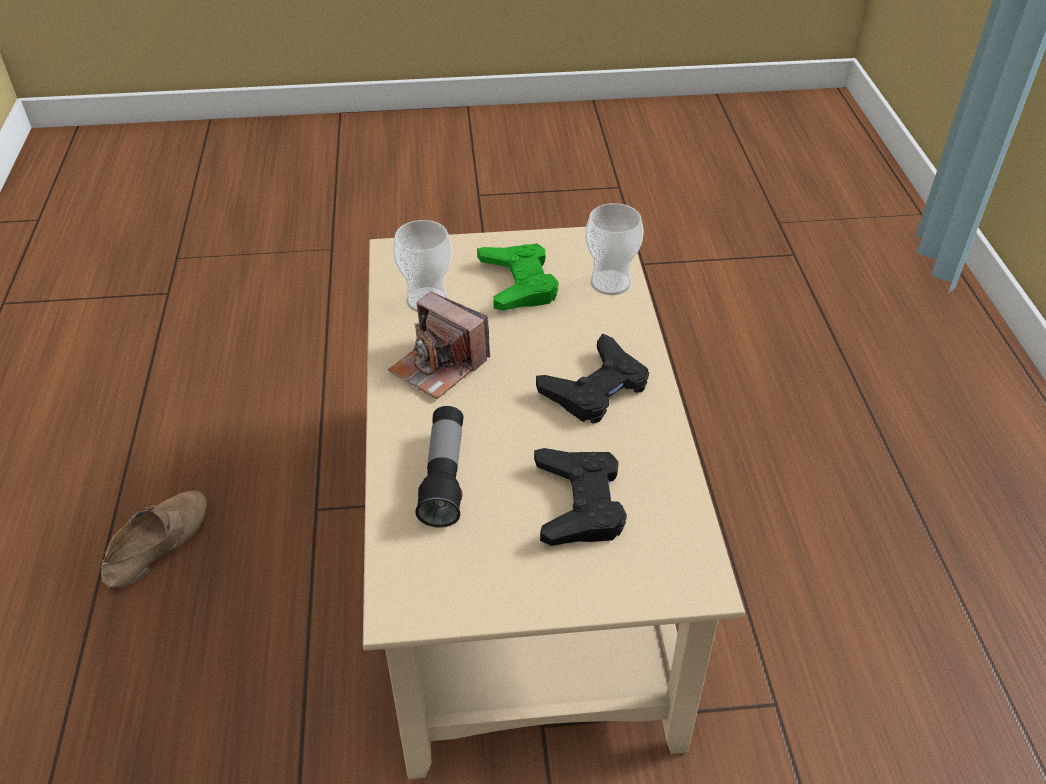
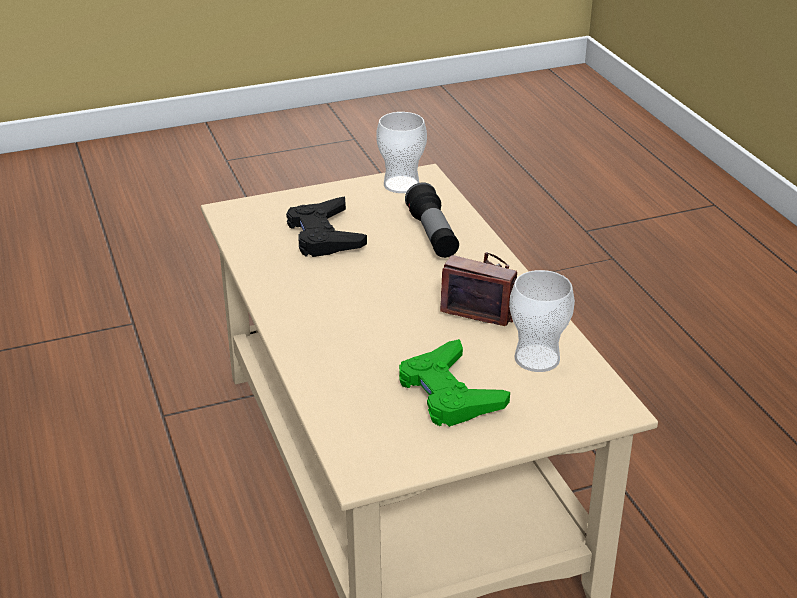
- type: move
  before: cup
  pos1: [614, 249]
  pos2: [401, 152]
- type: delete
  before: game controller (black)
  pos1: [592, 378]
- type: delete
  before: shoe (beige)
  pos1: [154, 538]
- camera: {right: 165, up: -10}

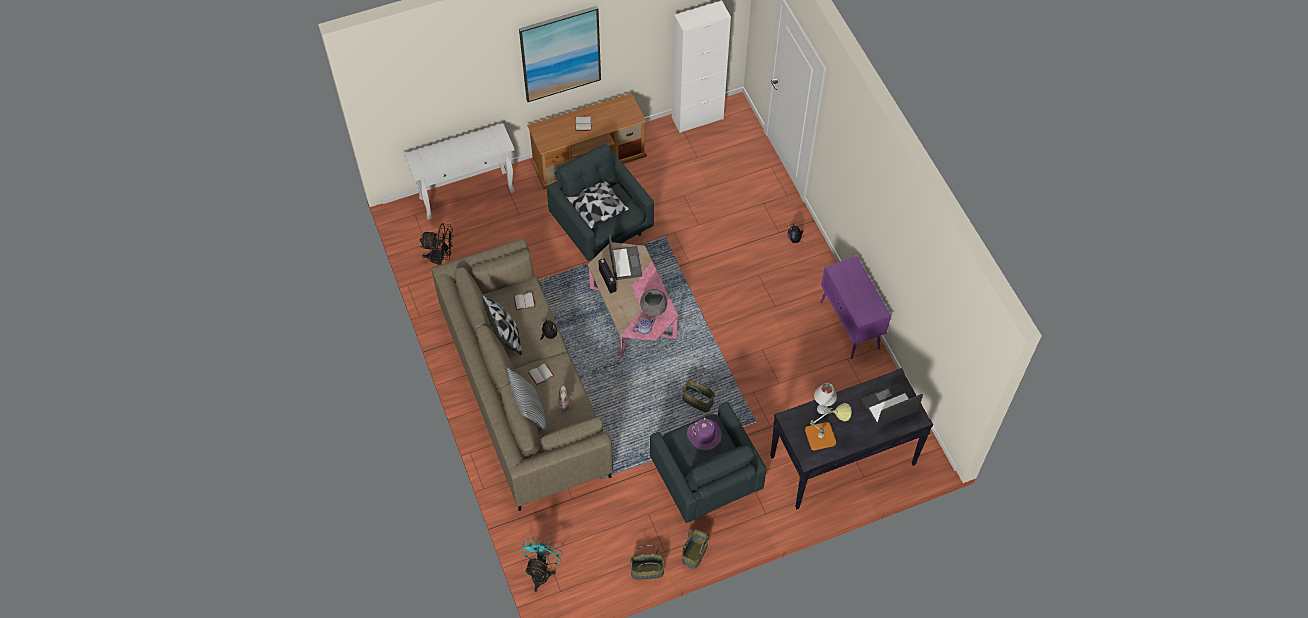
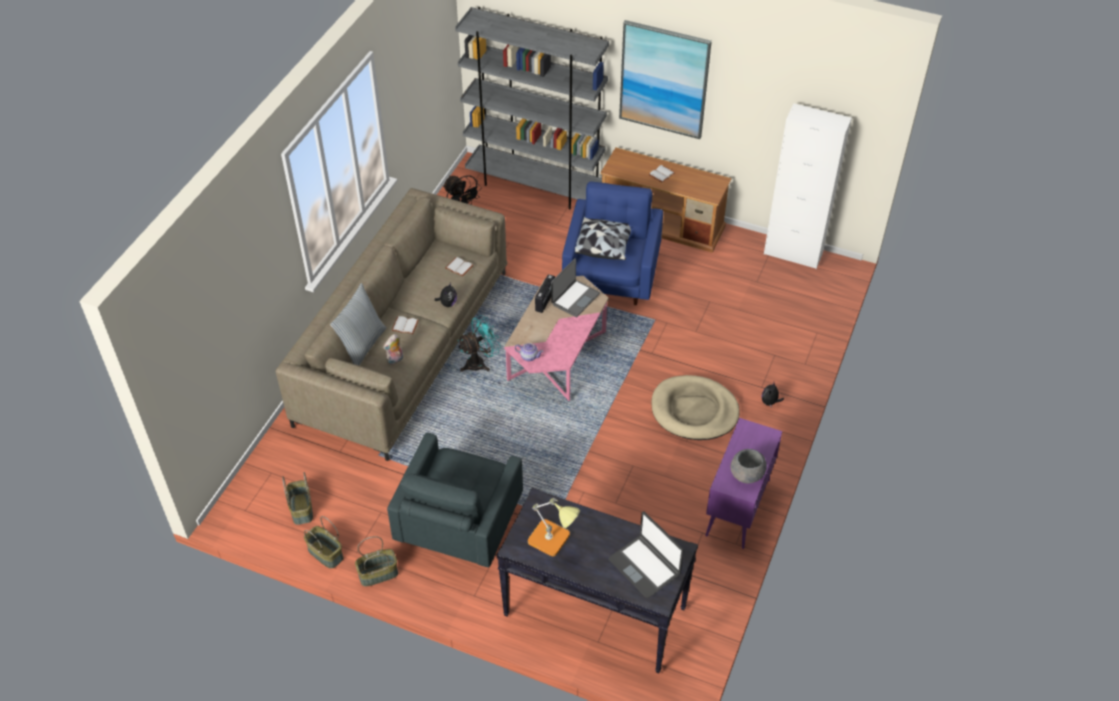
- type: replace
  before: console table (white)
  after: bookcase (grey)
  pos1: [459, 171]
  pos2: [532, 108]
- type: recolor
  before: armchair (grey)
  after: armchair (blue)
  pos1: [600, 202]
  pos2: [612, 243]
- type: move
  before: bowl (grey)
  pos1: [653, 303]
  pos2: [749, 466]
- type: delete
  before: pillow
  pos1: [502, 325]
- type: move
  before: basket
  pos1: [698, 392]
  pos2: [297, 498]
- type: delete
  before: table lamp (white)
  pos1: [825, 398]
- type: rotate
  before: laptop
  pos1: [892, 405]
  pos2: [646, 555]
  turn: -150
- type: delete
  before: hat (purple)
  pos1: [704, 433]
- type: move
  before: fan (turquoise)
  pos1: [542, 565]
  pos2: [479, 343]
- type: insert
  after: dog bed (beige)
  pos2: [695, 407]
- camera: {right: 45, up: -10}

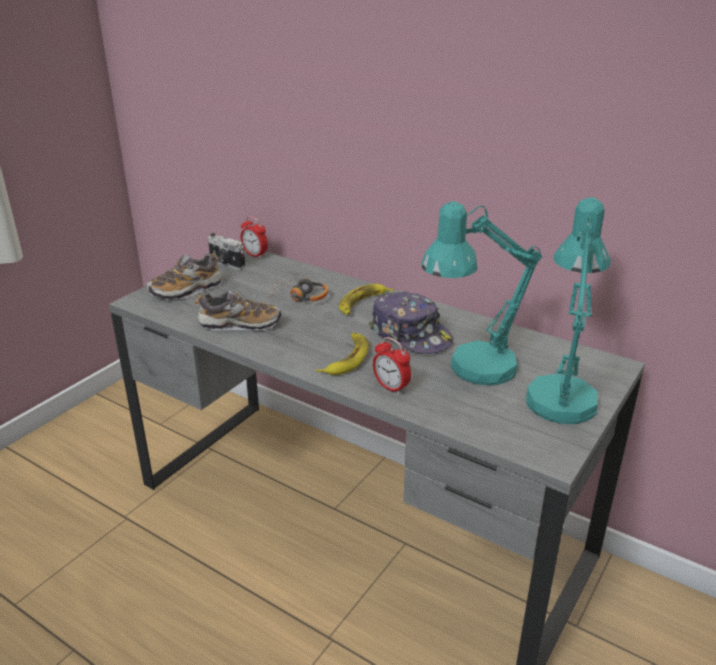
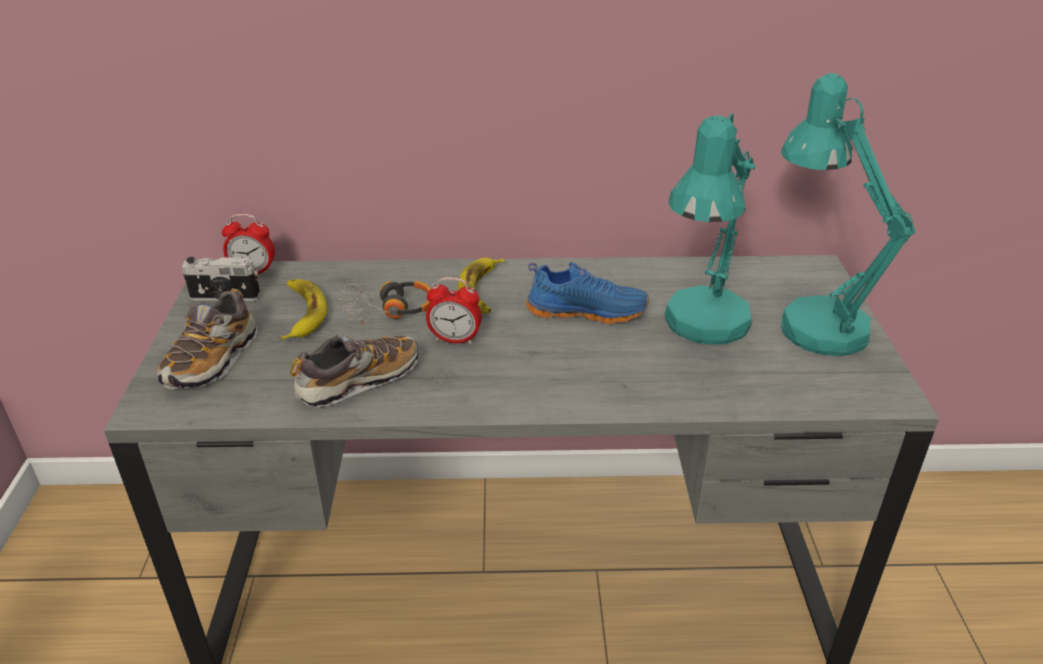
- type: replace
  before: cap
  after: shoe (blue)
  pos1: [411, 322]
  pos2: [587, 293]
- type: move
  before: banana
  pos1: [343, 354]
  pos2: [304, 309]
- type: move
  before: alarm clock
  pos1: [392, 366]
  pos2: [454, 310]
- camera: {right: -35, up: 5}

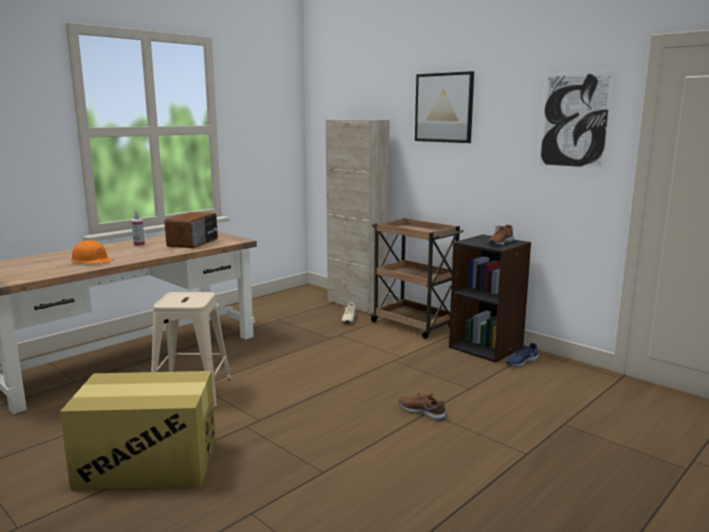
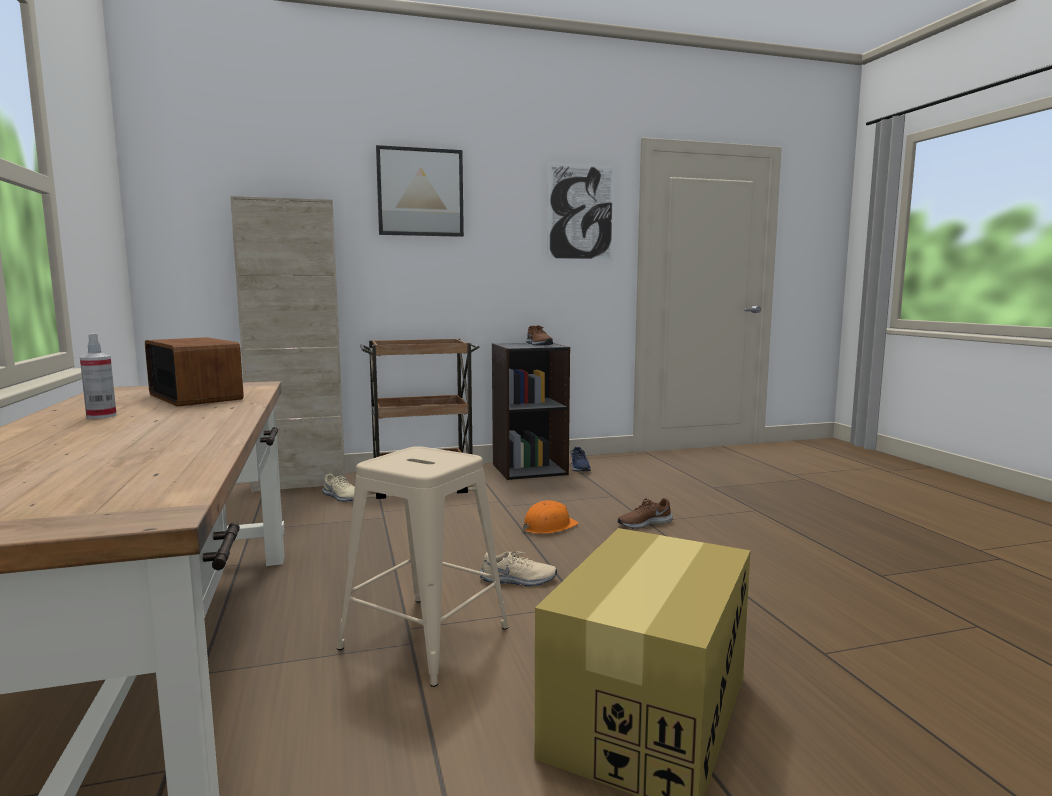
- type: move
  before: hard hat (orange)
  pos1: [92, 252]
  pos2: [550, 517]
- type: insert
  after: shoe (beige)
  pos2: [518, 568]
- camera: {right: -60, up: -5}

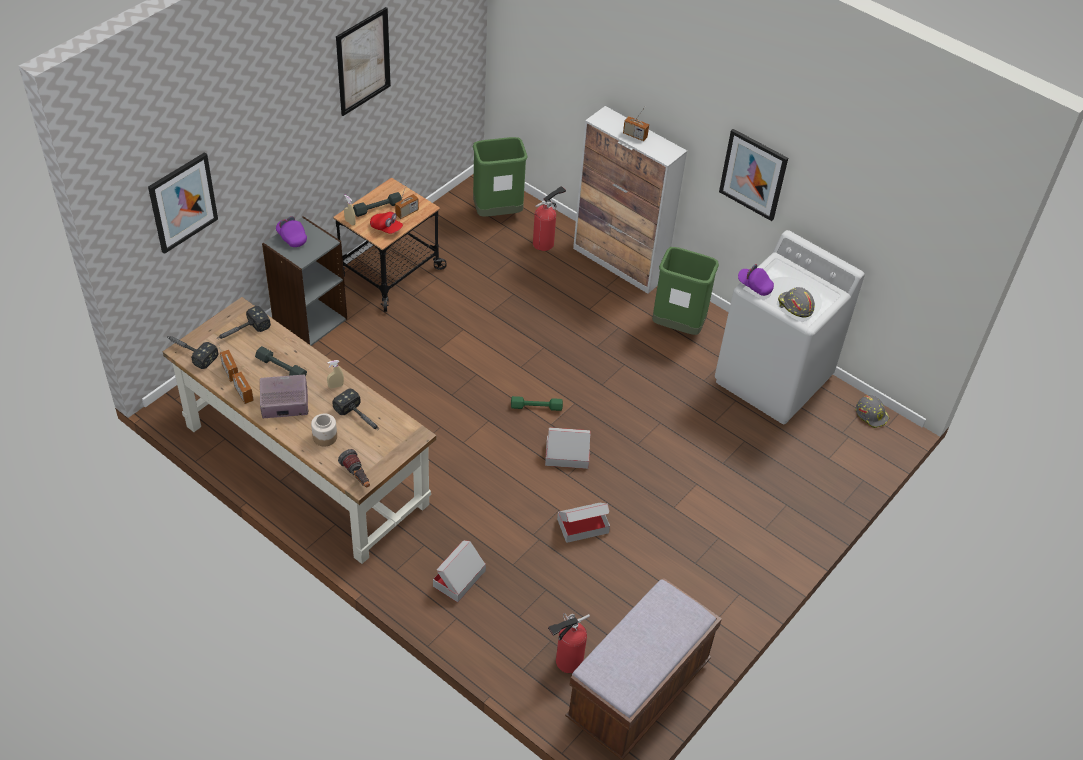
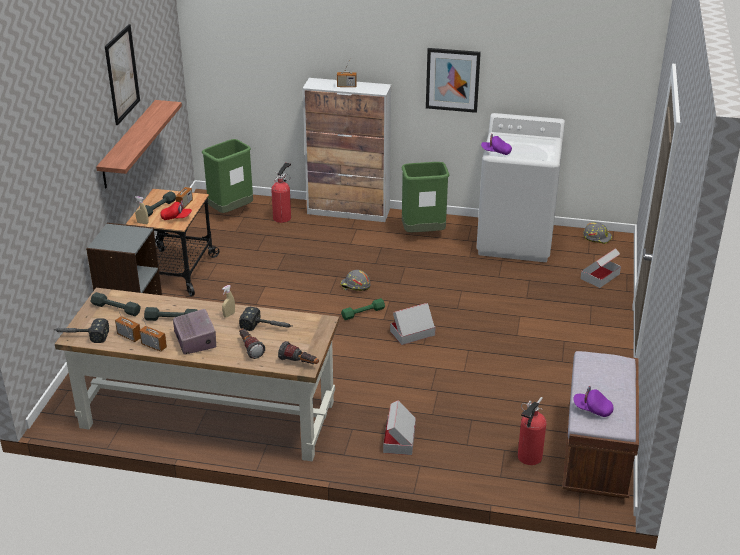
- type: delete
  before: picture
  pos1: [183, 203]
- type: move
  before: cap (purple)
  pos1: [291, 231]
  pos2: [594, 401]
- type: move
  before: hard hat (grey)
  pos1: [796, 302]
  pos2: [356, 280]
- type: replace
  before: hammer
  after: dumbbell (grey)
  pos1: [245, 322]
  pos2: [116, 304]
- type: rotate
  before: radio
  pos1: [284, 396]
  pos2: [194, 332]
  turn: 105
- type: replace
  before: jar
  after: flashlight
  pos1: [324, 429]
  pos2: [252, 343]
- type: move
  before: cardboard box
  pos1: [583, 522]
  pos2: [600, 268]
- type: insert
  after: shelf
  pos2: [139, 144]
- camera: {right: -25, up: -15}

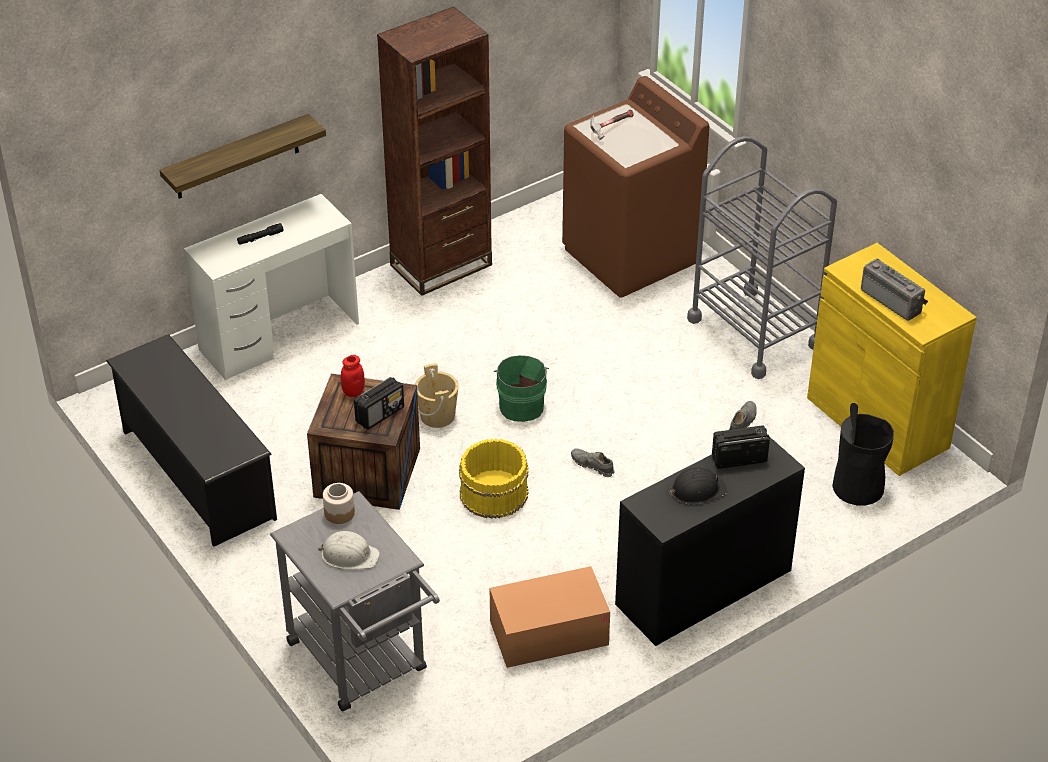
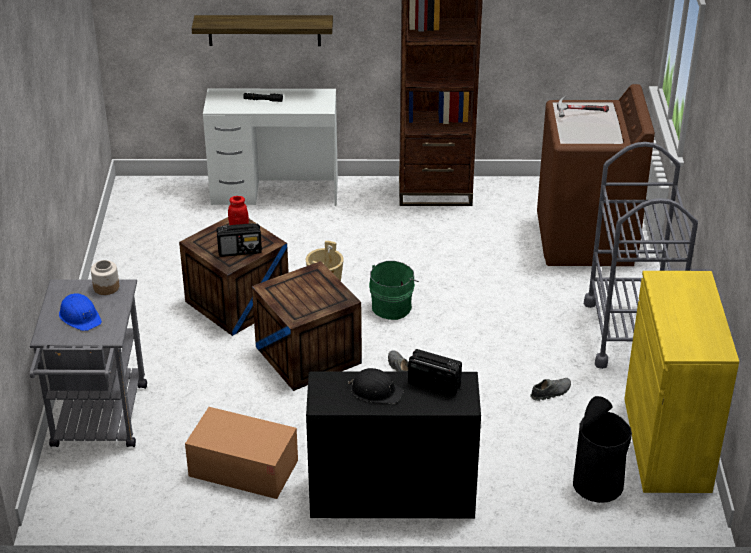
- type: delete
  before: radio
  pos1: [894, 290]
- type: delete
  before: shoe rack (black)
  pos1: [191, 440]
- type: replace
  before: bucket (yellow)
  after: crate
  pos1: [494, 479]
  pos2: [307, 326]
- type: recolor
  before: hard hat (white)
  after: hard hat (blue)
  pos1: [349, 550]
  pos2: [80, 312]
- camera: {right: 35, up: -5}

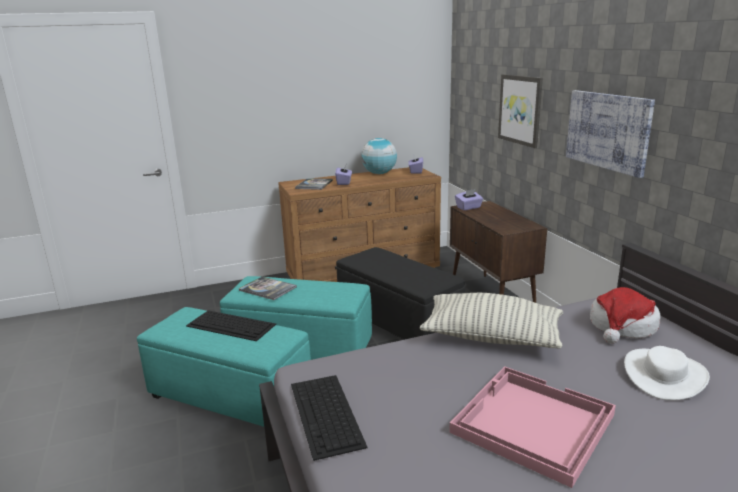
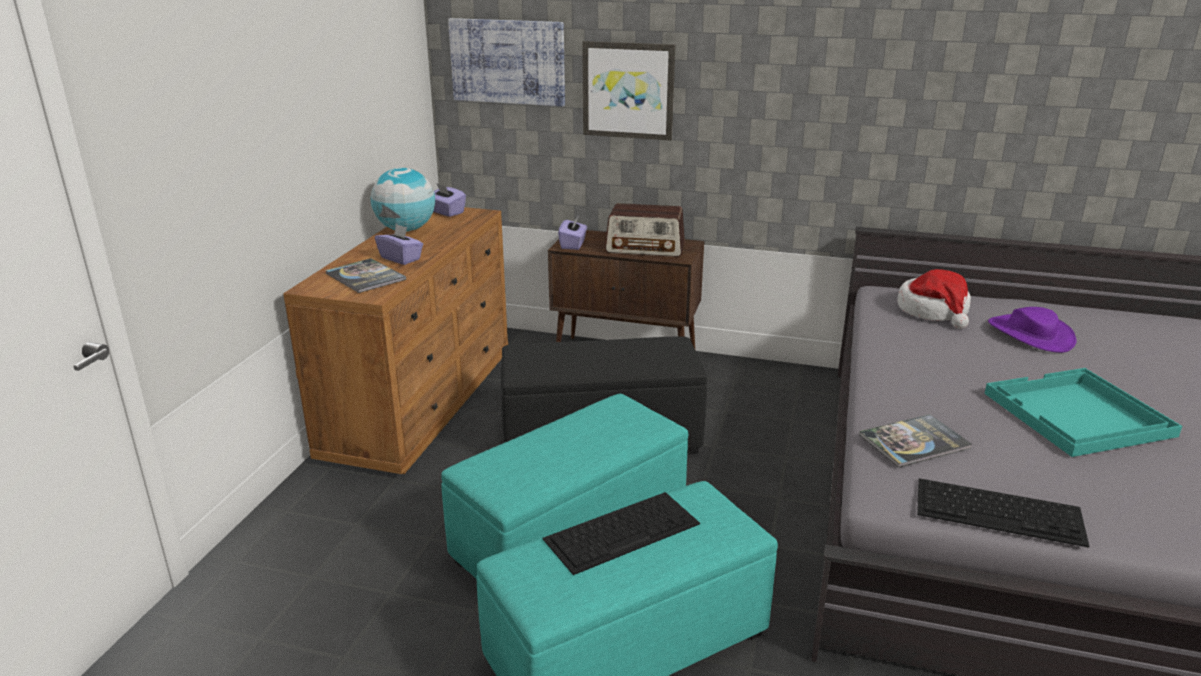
- type: move
  before: picture
  pos1: [610, 134]
  pos2: [506, 62]
- type: move
  before: book
  pos1: [268, 288]
  pos2: [916, 441]
- type: delete
  before: pillow
  pos1: [492, 321]
- type: recolor
  before: hat (white)
  after: hat (purple)
  pos1: [667, 373]
  pos2: [1032, 330]
- type: recolor
  before: tray (pink)
  after: tray (turquoise)
  pos1: [532, 427]
  pos2: [1083, 412]
- type: insert
  after: radio
  pos2: [645, 230]
- camera: {right: -55, up: 5}

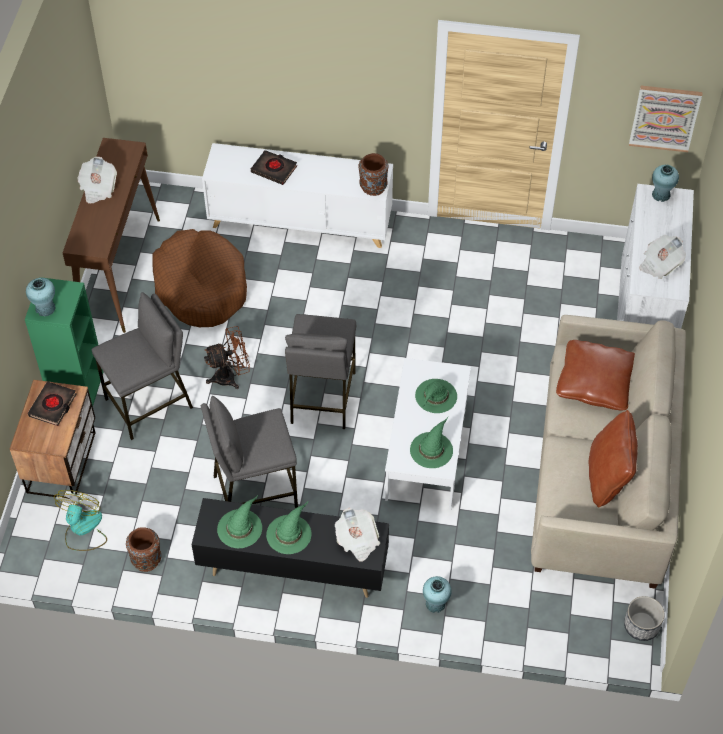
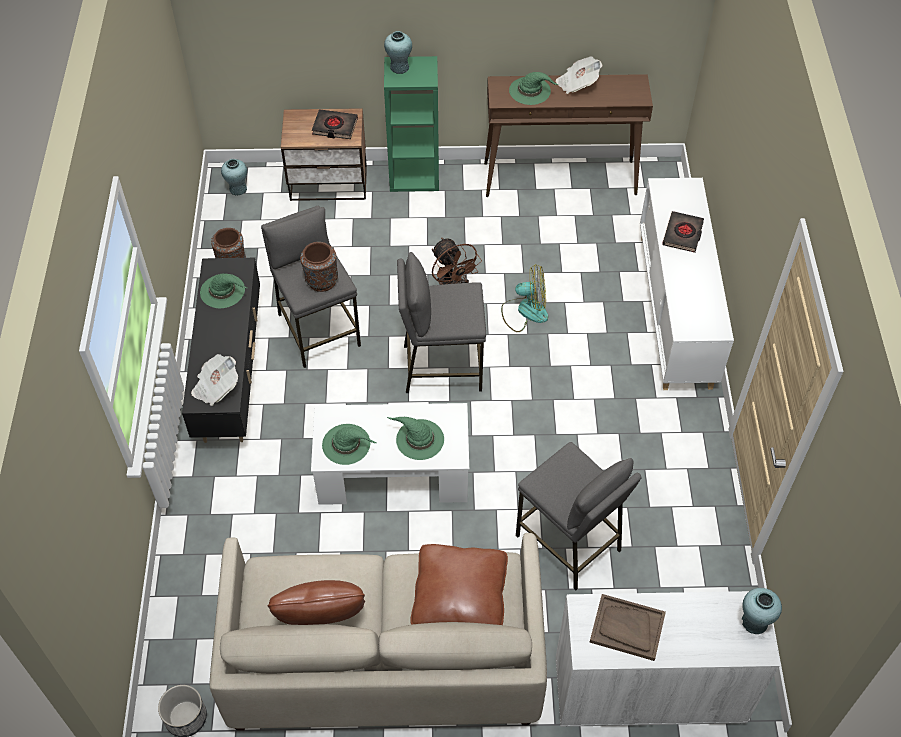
- type: delete
  before: picture
  pos1: [666, 119]
- type: move
  before: vase (brown)
  pos1: [373, 174]
  pos2: [319, 267]
- type: delete
  before: dog bed (brown)
  pos1: [199, 278]
- type: replace
  before: newspaper
  after: tray (brown)
  pos1: [662, 257]
  pos2: [628, 627]
- type: move
  before: stool (grey)
  pos1: [142, 366]
  pos2: [579, 516]
- type: move
  before: fan
  pos1: [80, 520]
  pos2: [524, 298]
- type: move
  before: hat (green)
  pos1: [289, 528]
  pos2: [534, 88]
- type: move
  before: vase (turquoise)
  pos1: [437, 594]
  pos2: [234, 177]
- camera: {right: 80, up: 0}

